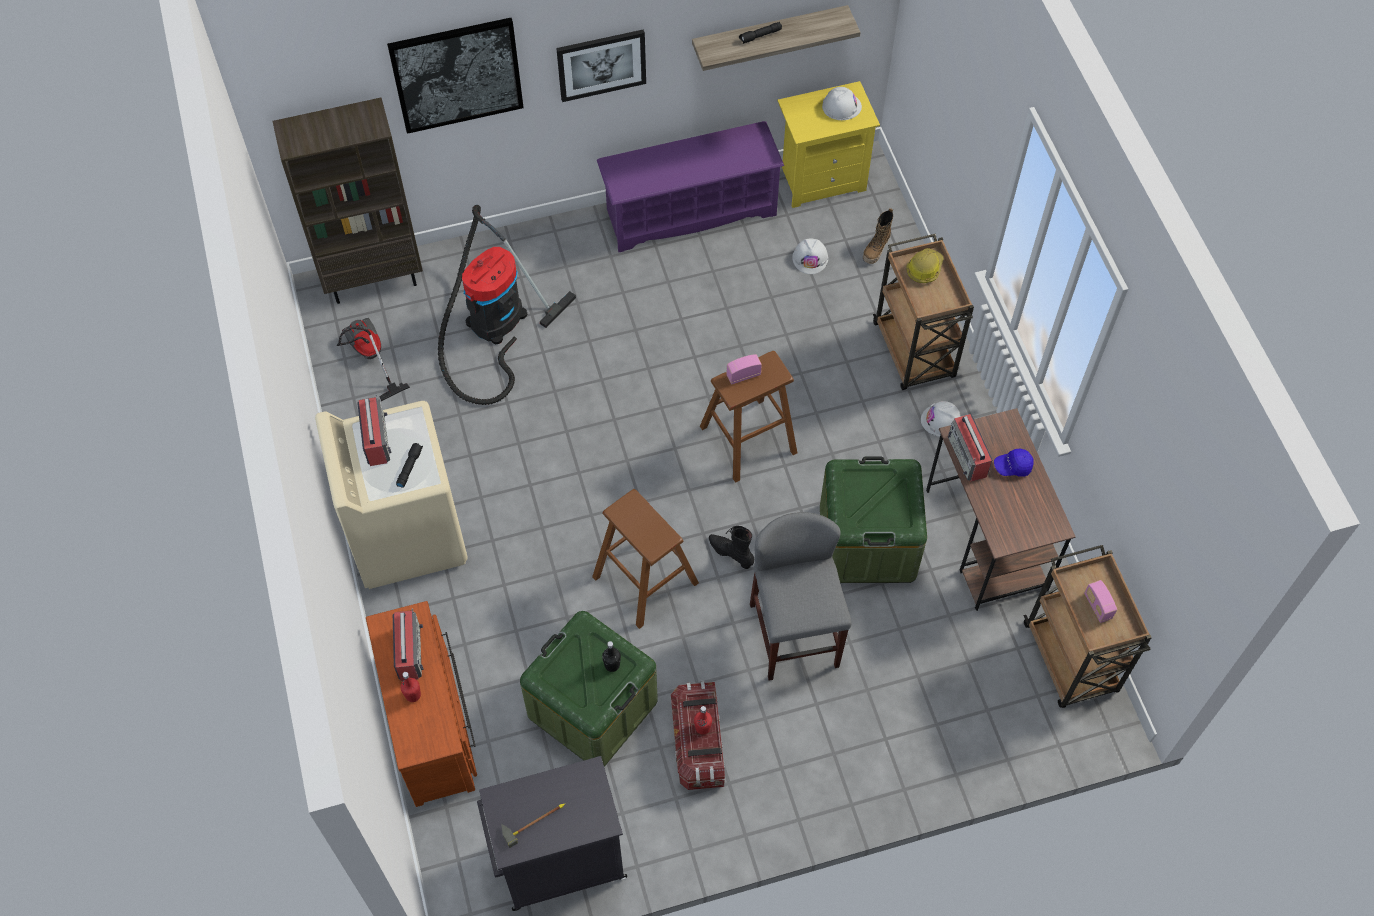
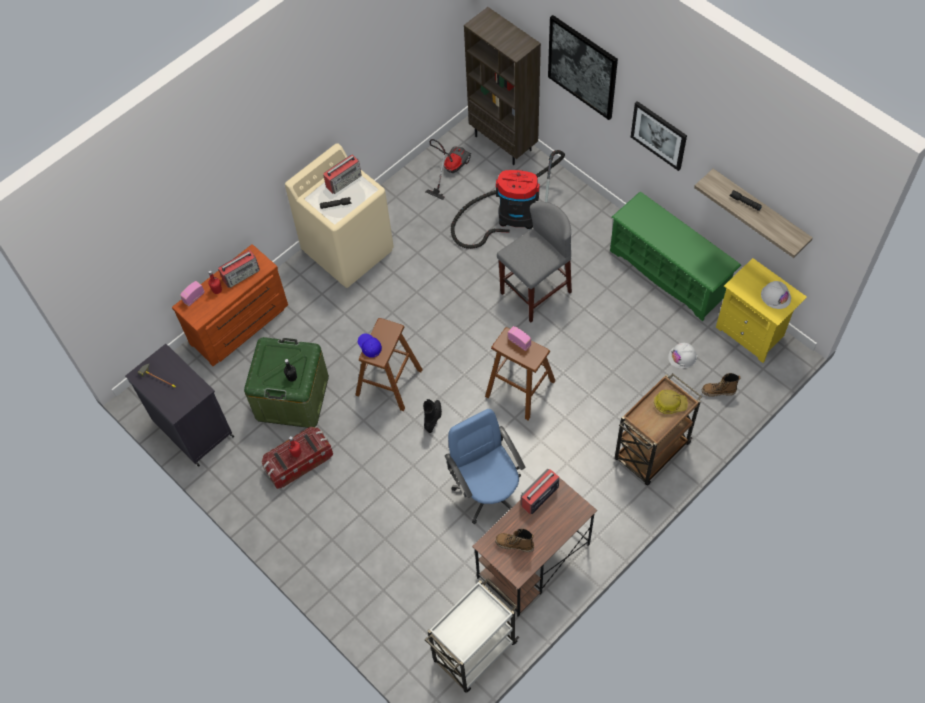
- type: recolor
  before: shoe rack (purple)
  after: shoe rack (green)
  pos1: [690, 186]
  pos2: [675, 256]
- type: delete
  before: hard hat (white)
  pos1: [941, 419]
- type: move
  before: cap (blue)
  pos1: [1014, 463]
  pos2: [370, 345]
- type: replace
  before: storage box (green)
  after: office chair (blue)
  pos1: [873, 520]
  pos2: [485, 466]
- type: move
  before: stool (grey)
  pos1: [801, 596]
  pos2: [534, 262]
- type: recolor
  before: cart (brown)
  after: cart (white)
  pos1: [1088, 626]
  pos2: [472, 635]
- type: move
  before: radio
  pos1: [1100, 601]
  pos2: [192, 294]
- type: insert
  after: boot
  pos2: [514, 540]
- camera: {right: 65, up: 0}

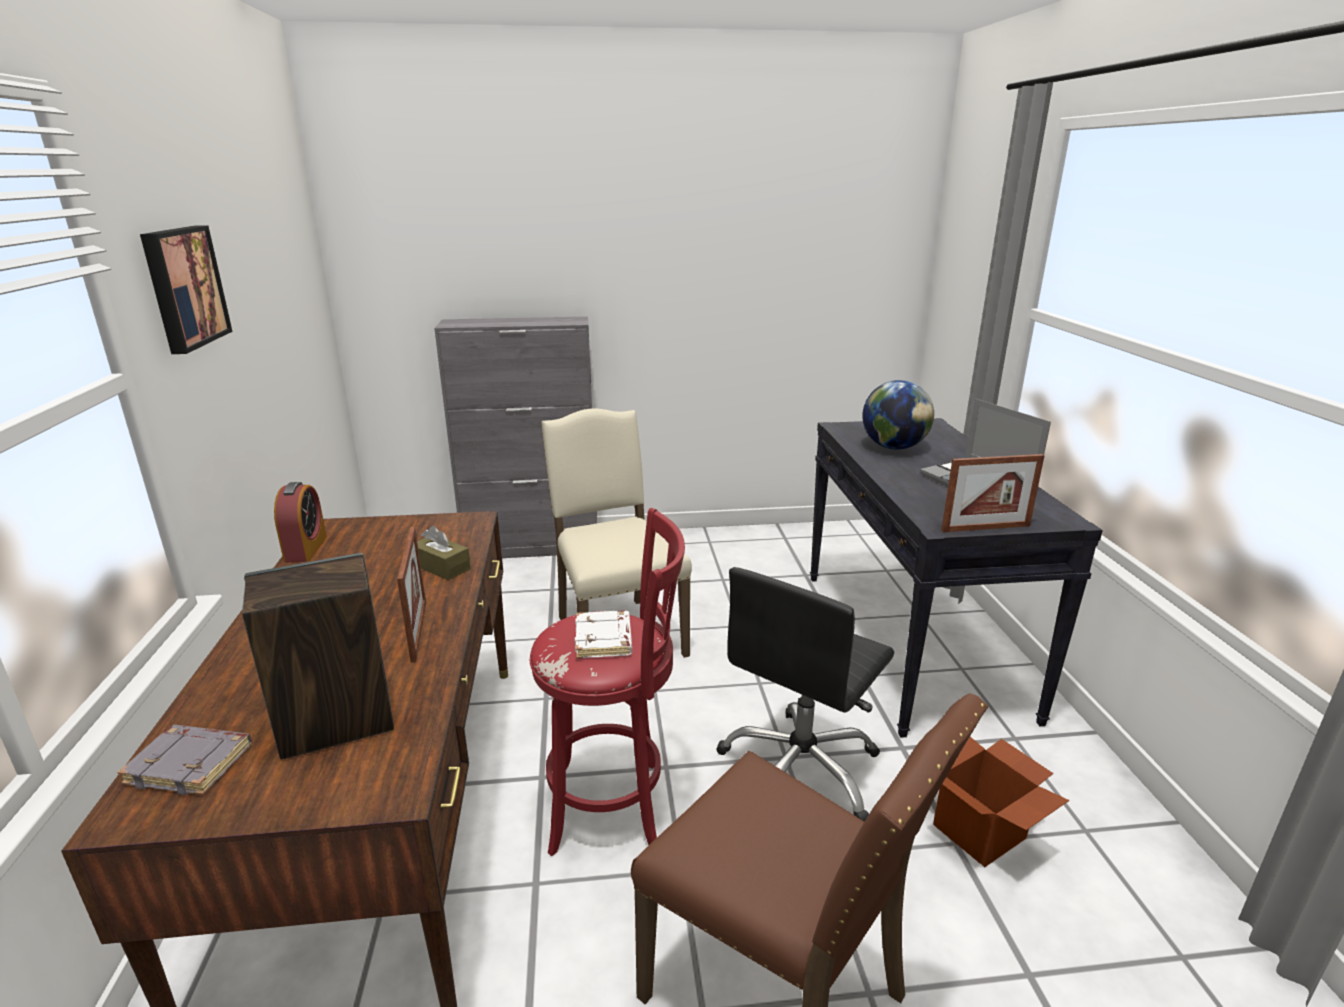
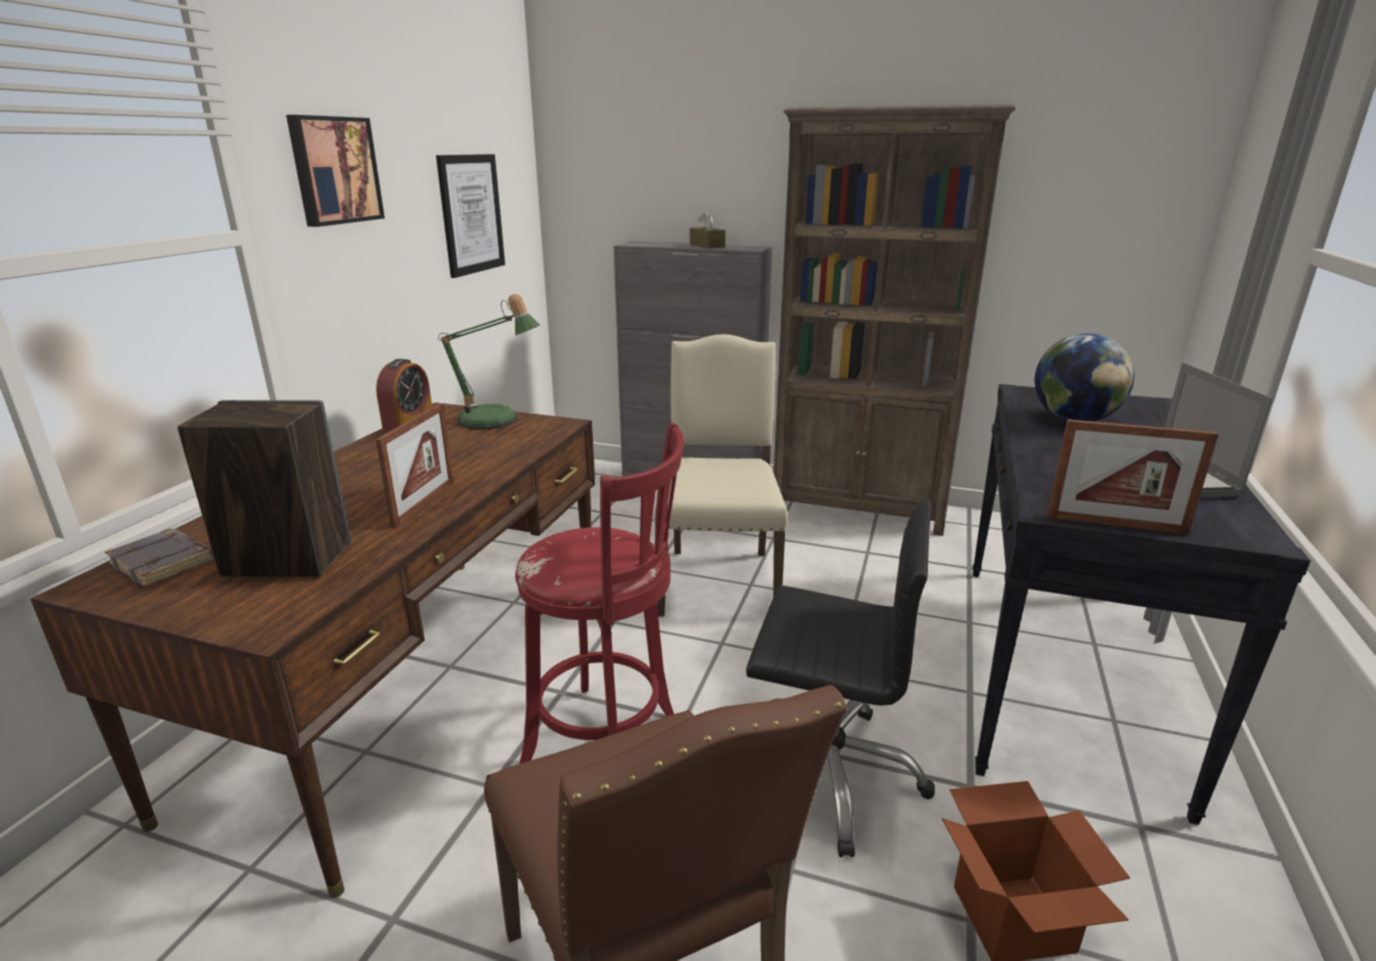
- type: move
  before: tissue box (brown)
  pos1: [444, 553]
  pos2: [708, 230]
- type: rotate
  before: office chair (black)
  pos1: [805, 694]
  pos2: [840, 678]
  turn: -135
- type: delete
  before: book (white)
  pos1: [603, 634]
- type: insert
  after: bookcase (brown)
  pos2: [894, 320]
- type: insert
  after: picture
  pos2: [470, 216]
- type: insert
  after: table lamp
  pos2: [489, 362]
- camera: {right: 25, up: 0}

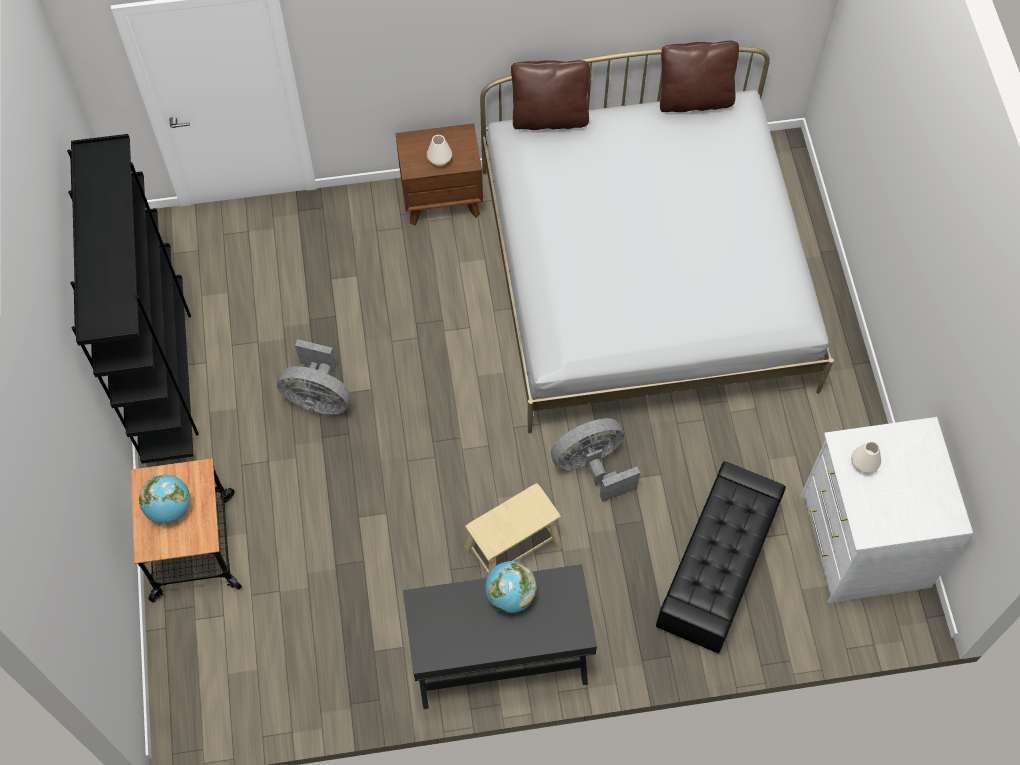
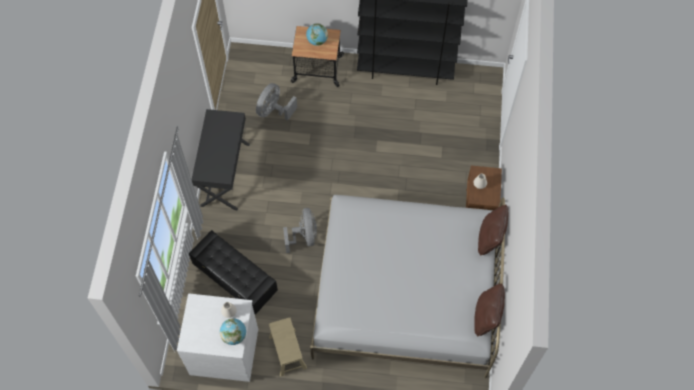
- type: move
  before: fan (grey)
  pos1: [314, 377]
  pos2: [276, 101]
- type: move
  before: stool (beige)
  pos1: [513, 528]
  pos2: [288, 347]
- type: move
  before: globe
  pos1: [511, 587]
  pos2: [233, 331]
- camera: {right: 105, up: 0}

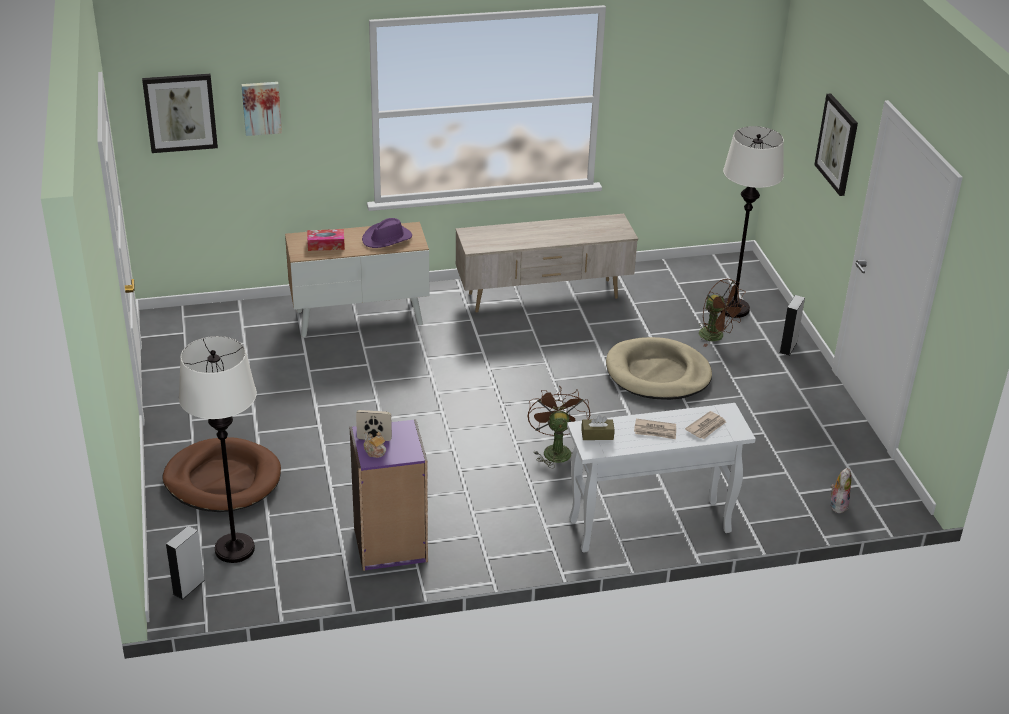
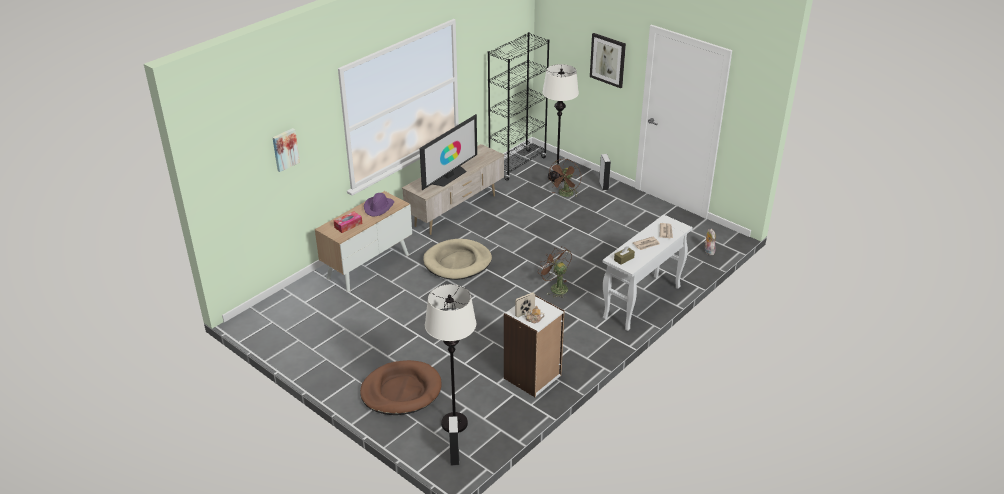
- type: delete
  before: picture
  pos1: [180, 113]
- type: rotate
  before: fan (brown)
  pos1: [722, 313]
  pos2: [564, 178]
  turn: 105
- type: move
  before: dog bed (beige)
  pos1: [659, 368]
  pos2: [457, 259]
- type: recolor
  before: bookcase (purple)
  after: bookcase (white)
  pos1: [389, 495]
  pos2: [534, 346]
- type: insert
  after: bookcase (black)
  pos2: [519, 106]
- type: insert
  after: television
  pos2: [448, 152]
- camera: {right: -35, up: 0}

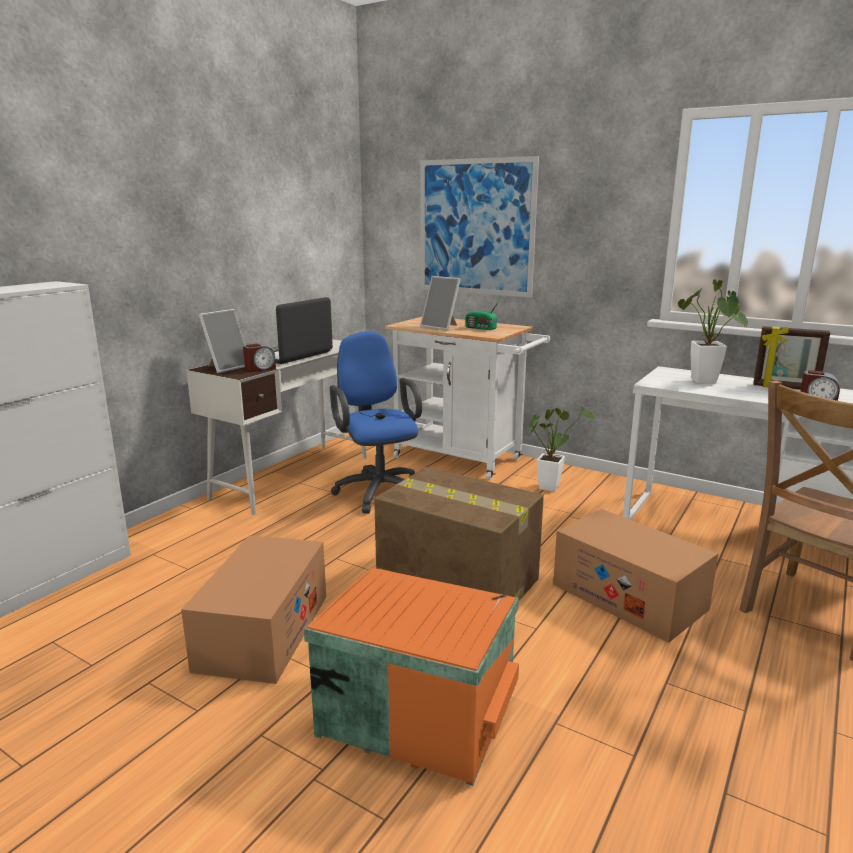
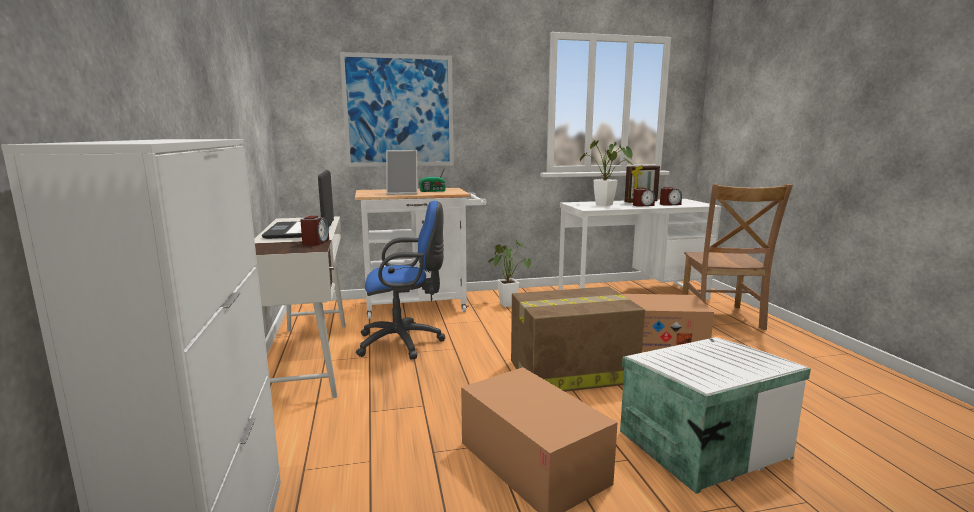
- type: delete
  before: picture frame
  pos1: [222, 341]
- type: rotate
  before: office chair (blue)
  pos1: [376, 422]
  pos2: [400, 280]
  turn: 150
- type: recolor
  before: storage box (orange)
  after: storage box (white)
  pos1: [411, 677]
  pos2: [715, 415]
- type: insert
  after: alarm clock
  pos2: [644, 197]
- camera: {right: -45, up: -5}

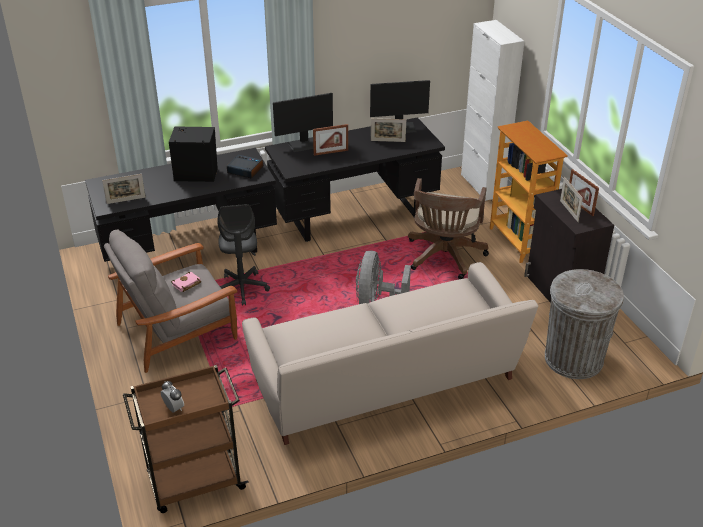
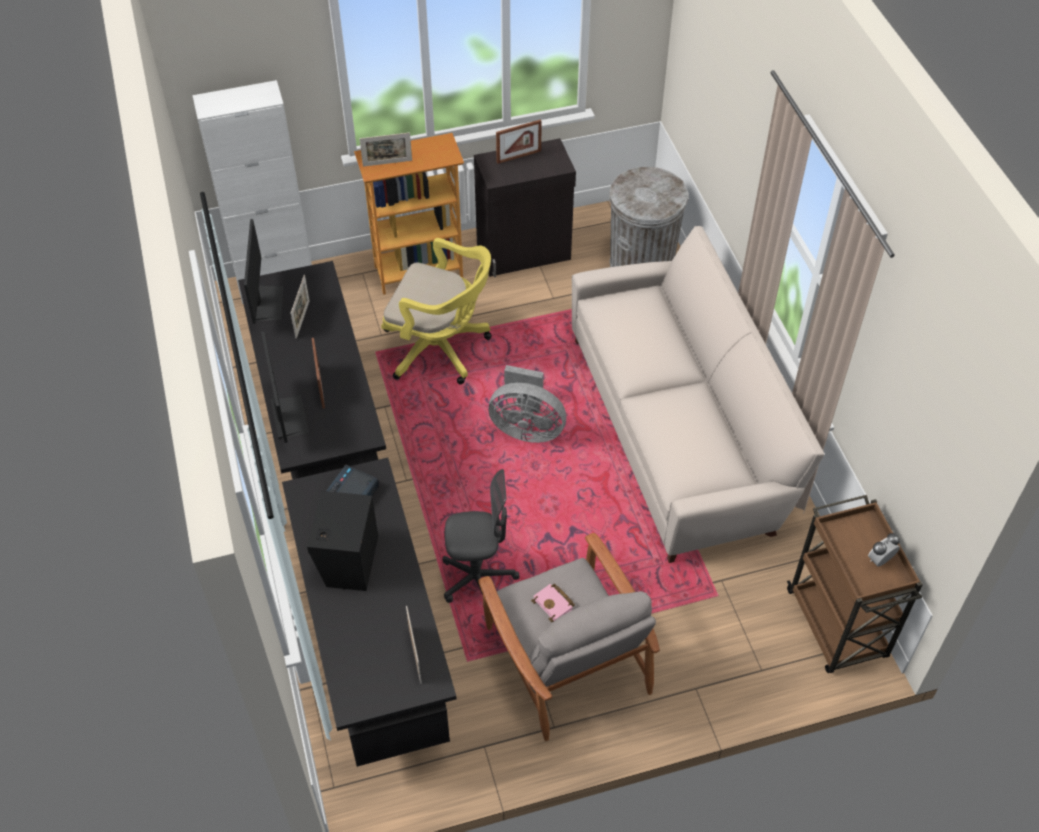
- type: move
  before: picture frame
  pos1: [571, 199]
  pos2: [386, 149]
- type: recolor
  before: office chair (brown)
  after: office chair (yellow)
  pos1: [448, 228]
  pos2: [436, 311]
- camera: {right: -85, up: 15}

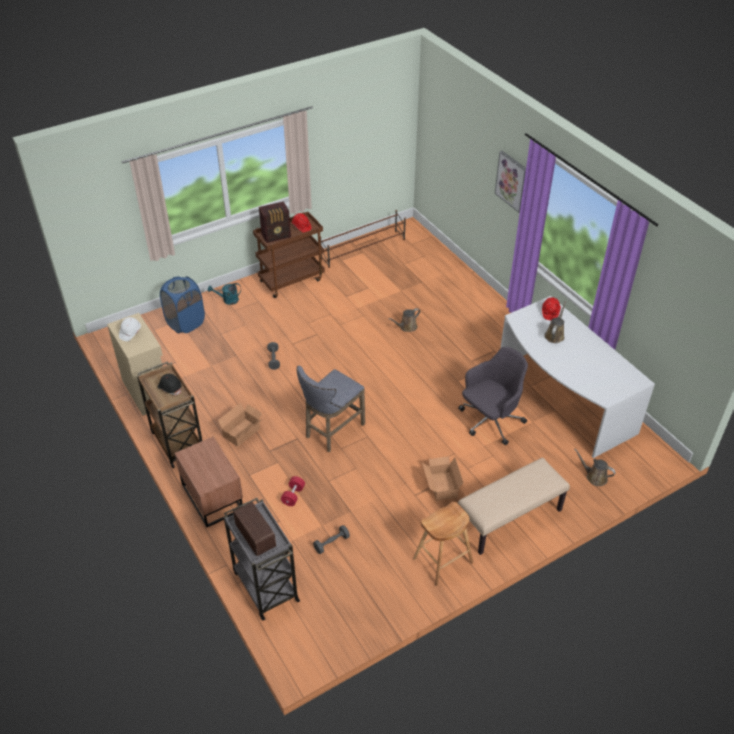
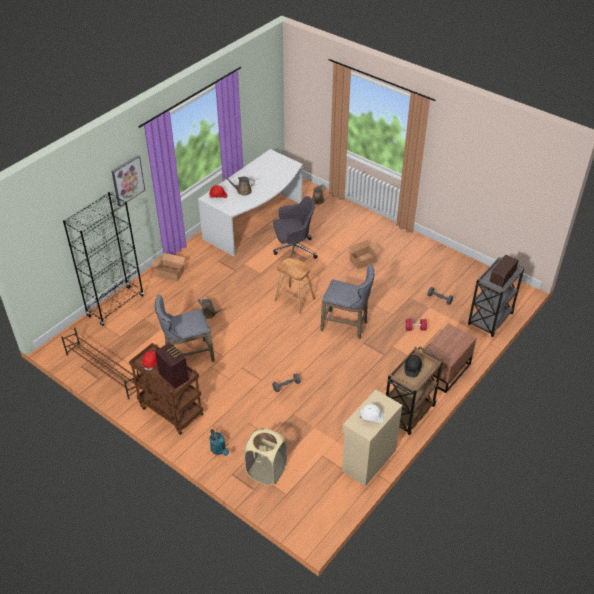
- type: recolor
  before: laundry basket (blue)
  after: laundry basket (beige)
  pos1: [182, 304]
  pos2: [265, 457]
- type: rotate
  before: office chair (grey)
  pos1: [493, 396]
  pos2: [295, 227]
  turn: 135
- type: move
  before: cardboard box
  pos1: [240, 425]
  pos2: [168, 267]
- type: delete
  before: bench (beige)
  pos1: [514, 506]
- type: move
  before: stool (brown)
  pos1: [443, 544]
  pos2: [295, 286]
- type: insert
  after: bookcase (black)
  pos2: [103, 259]
- type: insert
  after: stool (grey)
  pos2: [185, 328]
- camera: {right: -110, up: 0}

